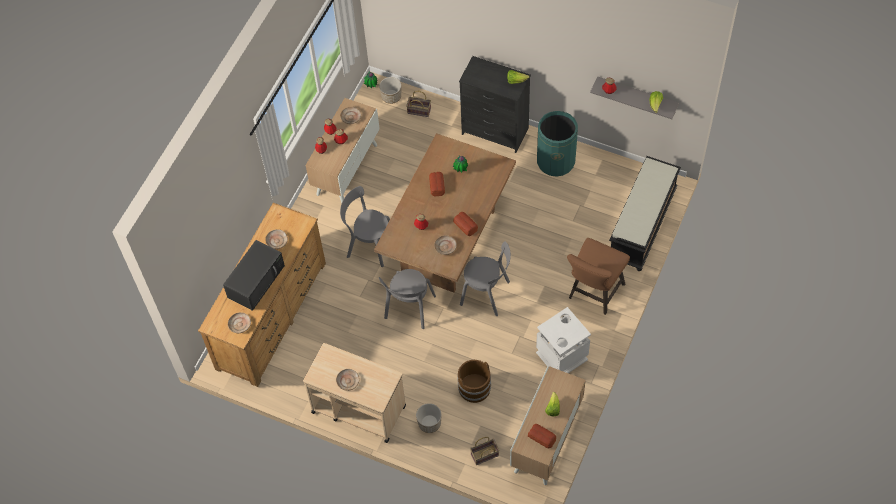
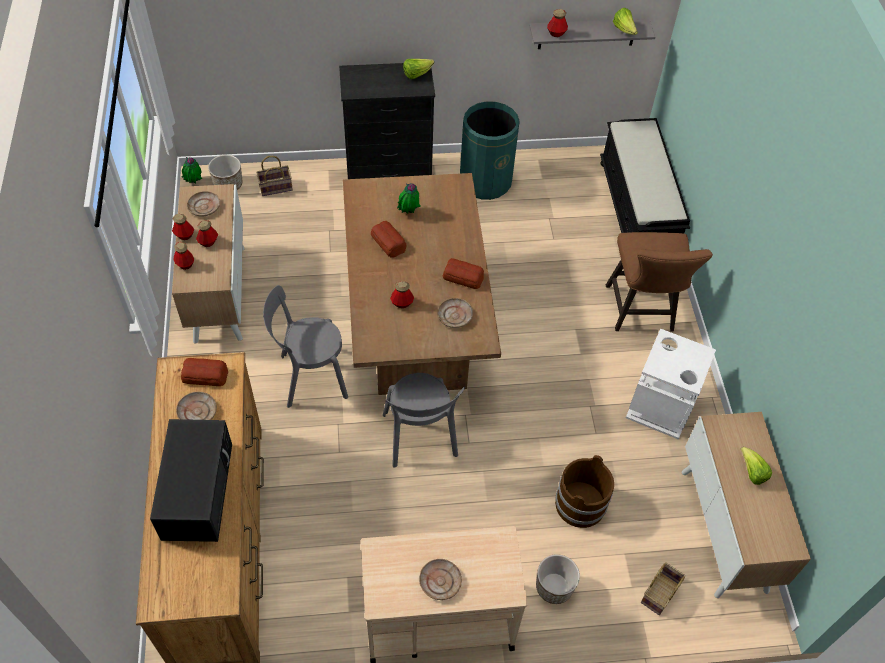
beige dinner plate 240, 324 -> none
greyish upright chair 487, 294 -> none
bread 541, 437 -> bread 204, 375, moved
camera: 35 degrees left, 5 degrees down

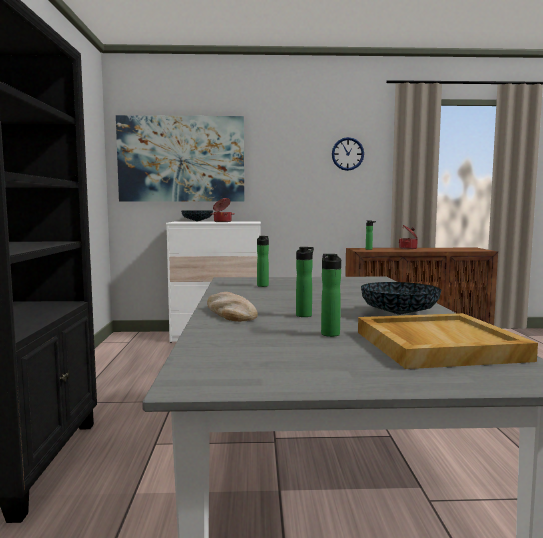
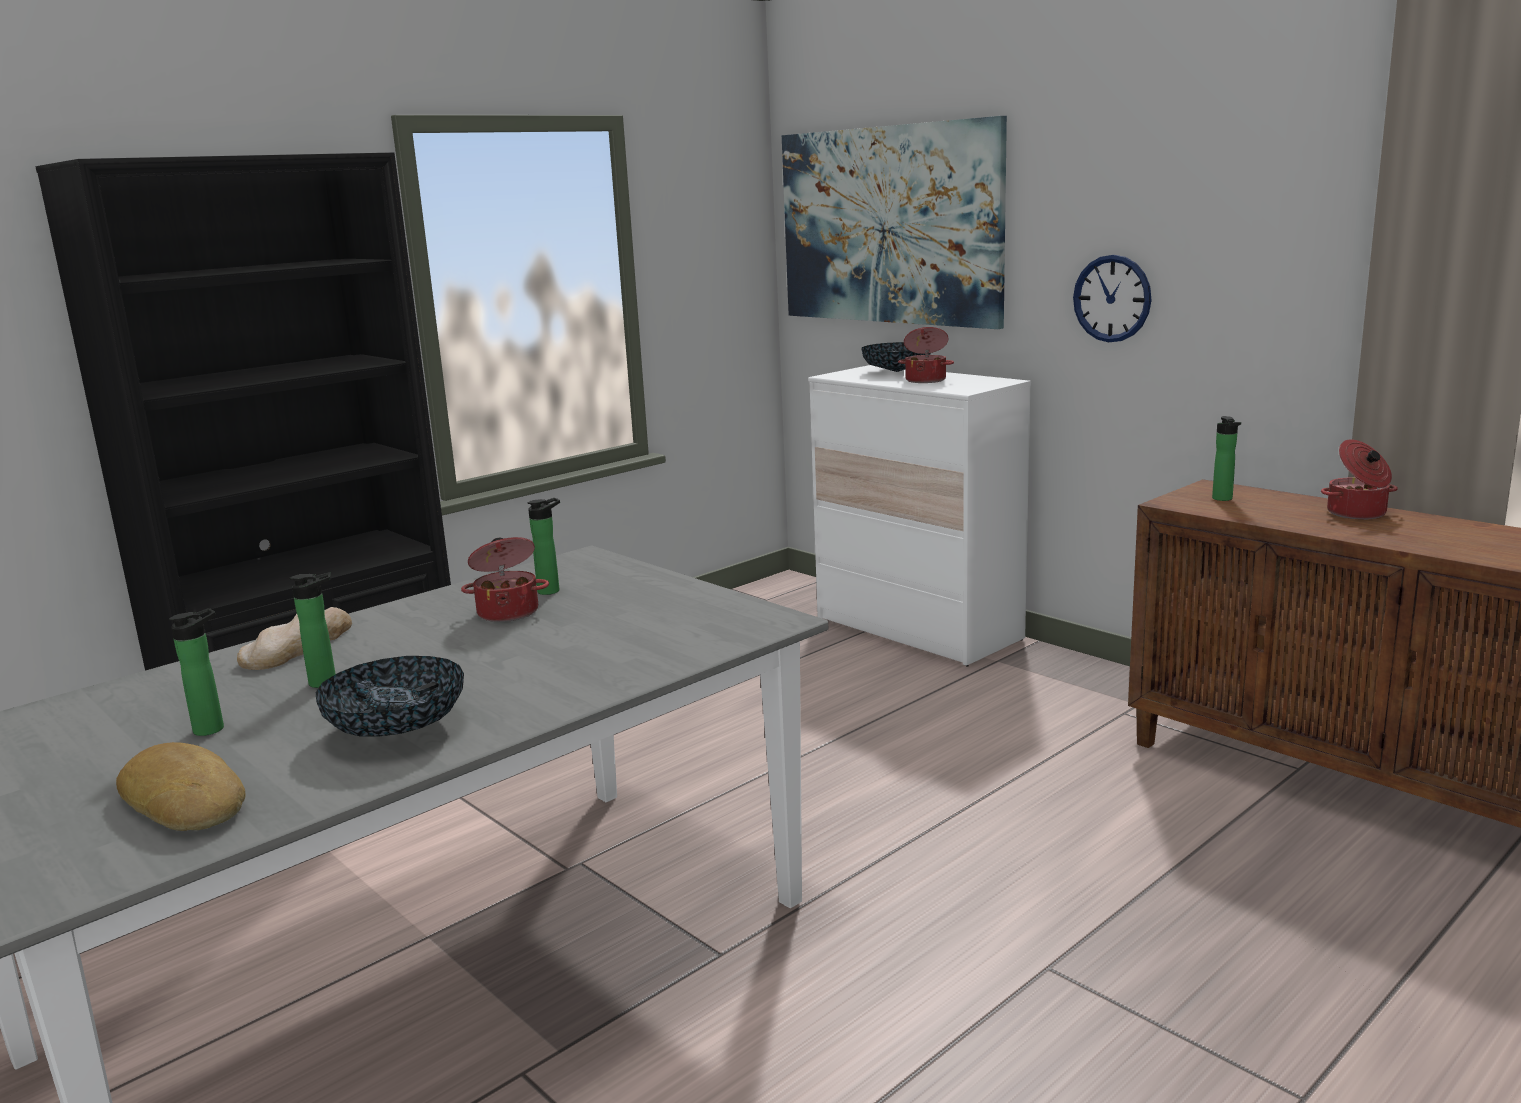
none -> cooking pot 508, 612
clock on the wall 347, 154 -> clock on the wall 1112, 298, moved
beige carrying tray 436, 345 -> bread 188, 800
camera: 50 degrees right, 10 degrees up

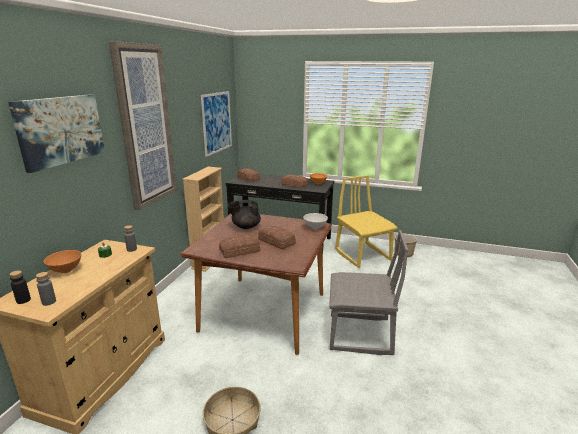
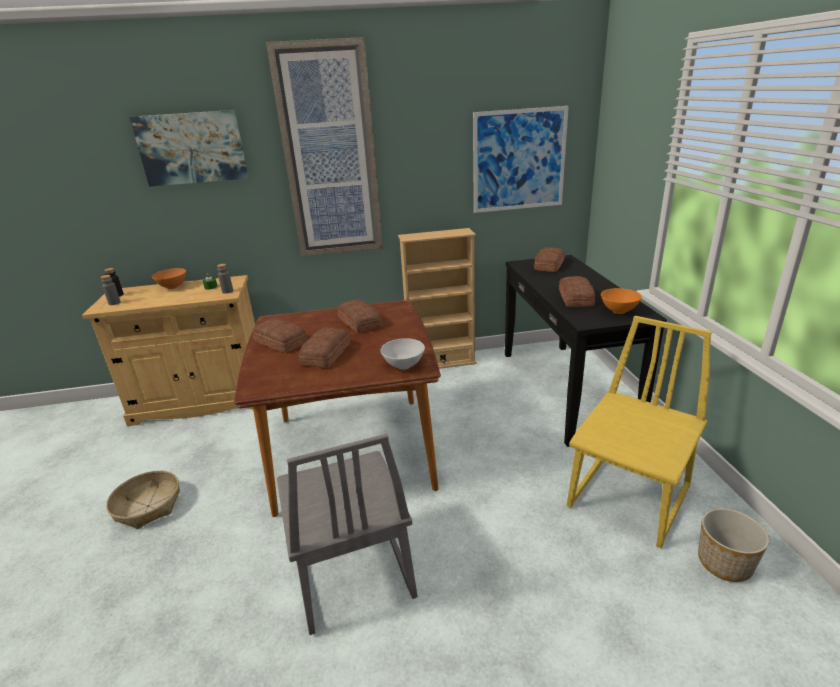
black-coloured pot for tea 245, 227 -> bread 360, 322
camera: 65 degrees right, 5 degrees up

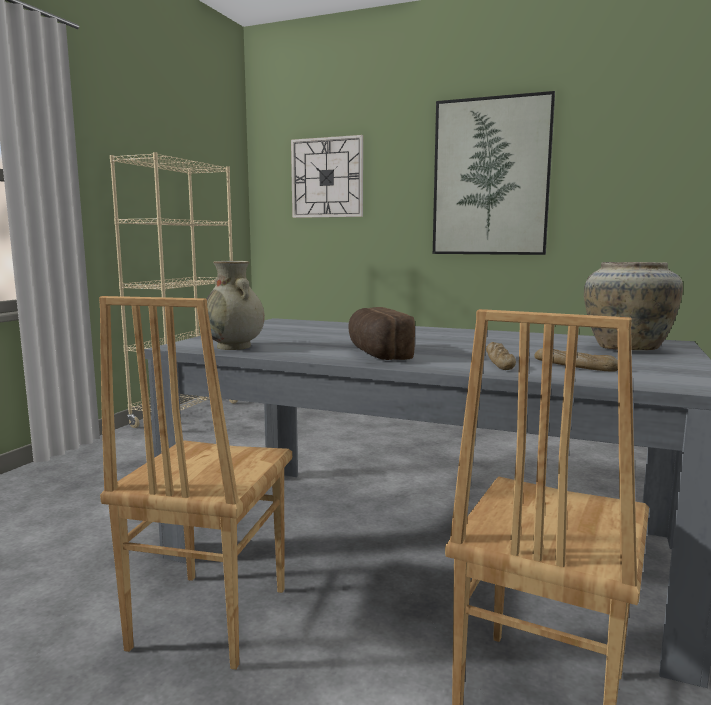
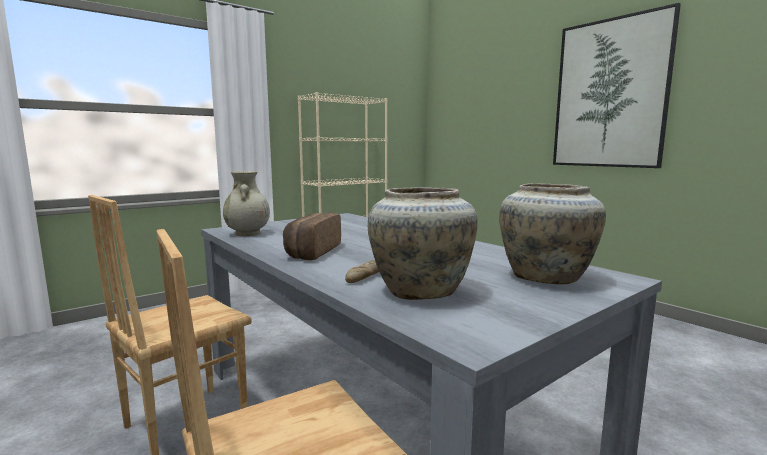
clock on the wall 327, 178 -> none
bread 575, 367 -> beige flower vase 421, 291
camera: 30 degrees right, 0 degrees up

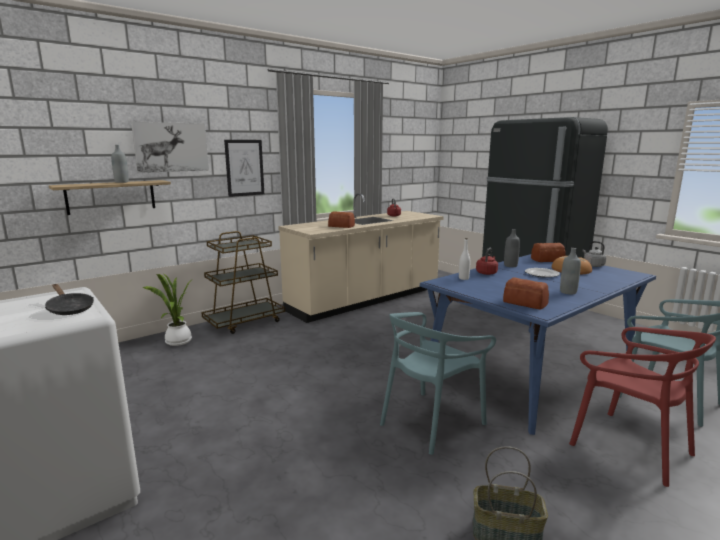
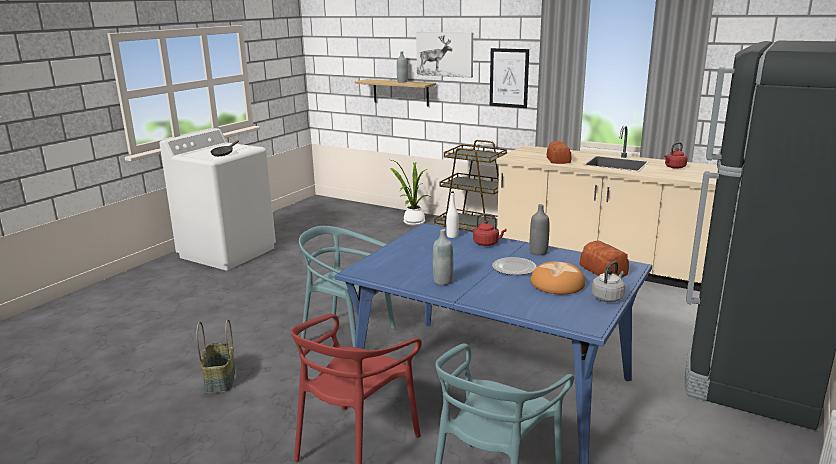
bread 525, 303 -> none
camera: 70 degrees right, 5 degrees up

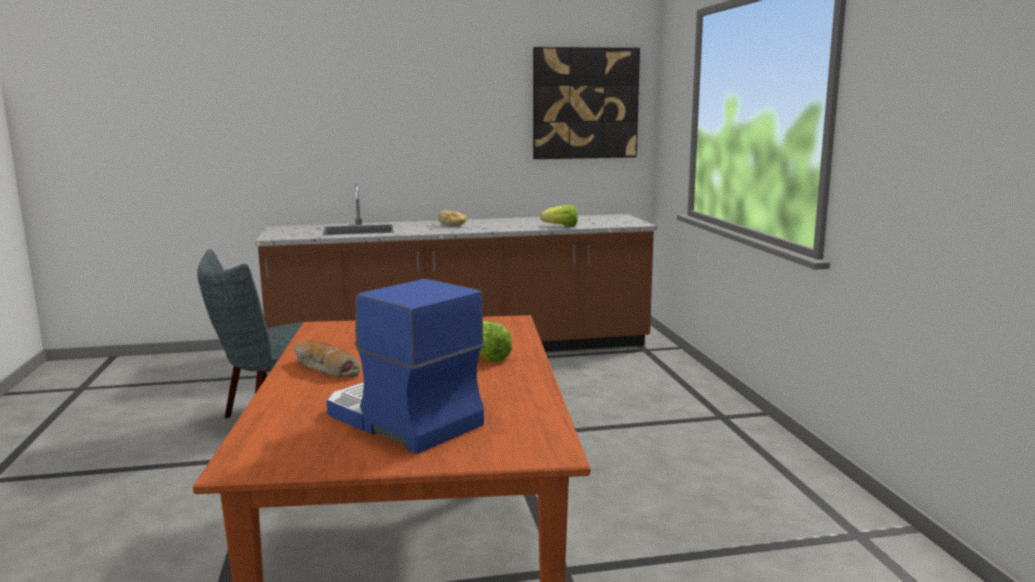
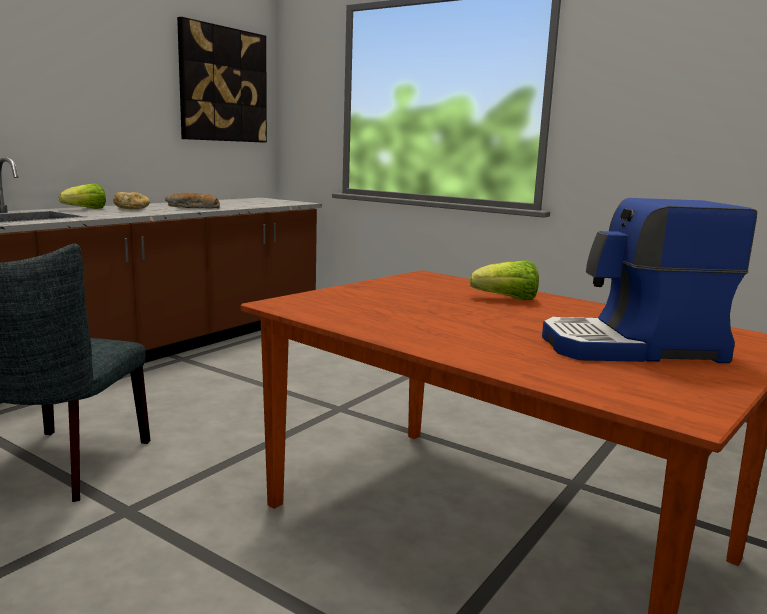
bread 324, 369 -> bread 192, 208, moved
head of lettuce 561, 226 -> head of lettuce 86, 209, moved
camera: 45 degrees left, 0 degrees up

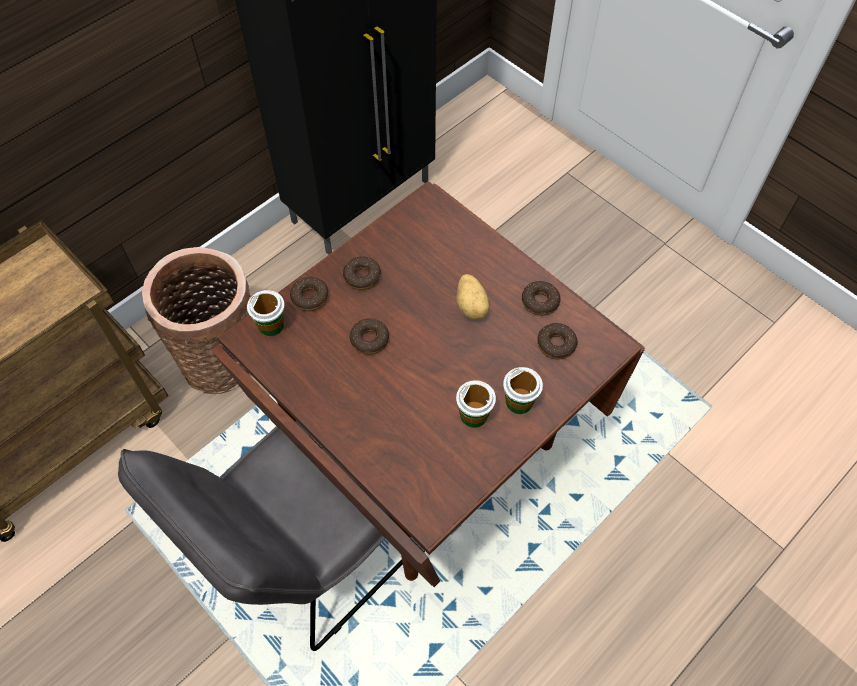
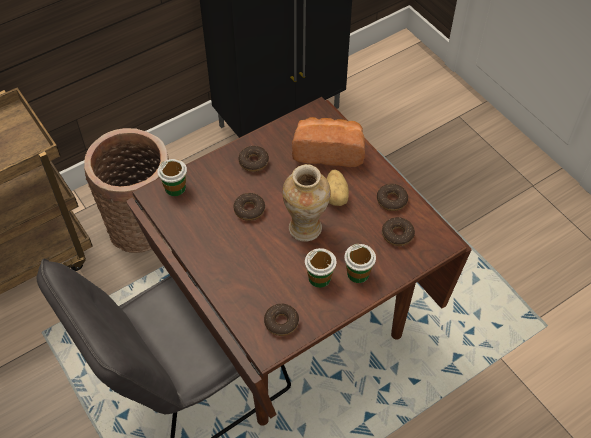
none -> flower vase 305, 229
none -> bread 329, 151
donut 310, 297 -> donut 281, 322, moved
camera: 10 degrees right, 5 degrees down

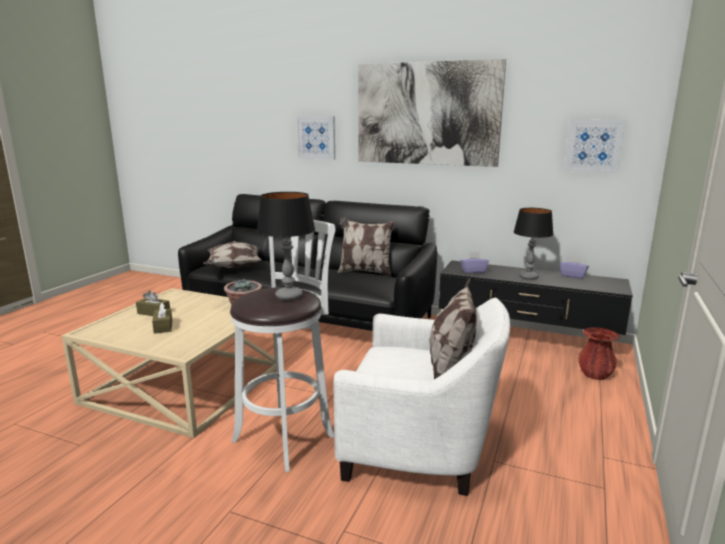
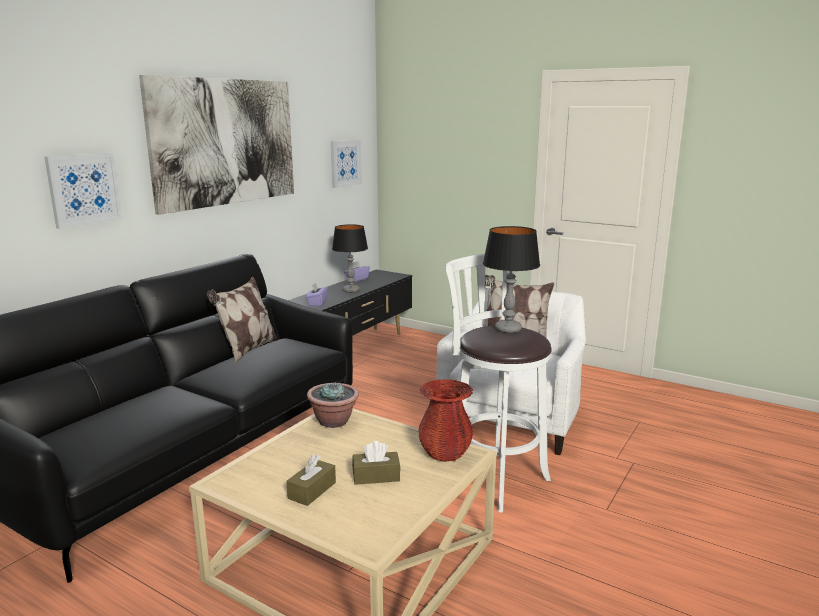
pillow 233, 267 -> none
red-coloured flower vase 595, 374 -> red-coloured flower vase 445, 453, moved
camera: 80 degrees left, 0 degrees up

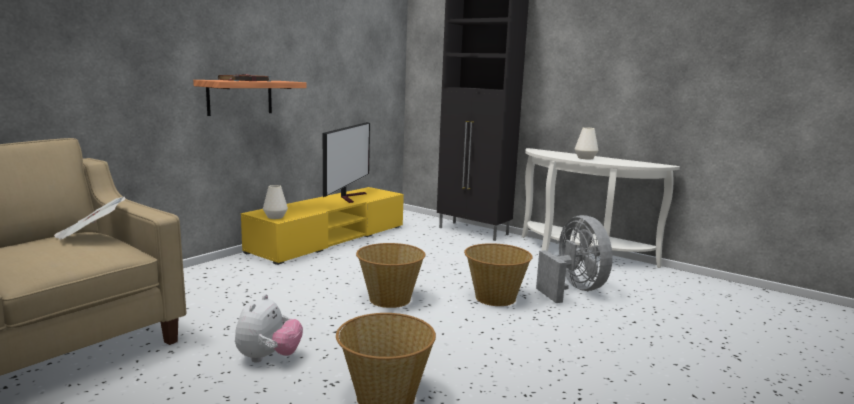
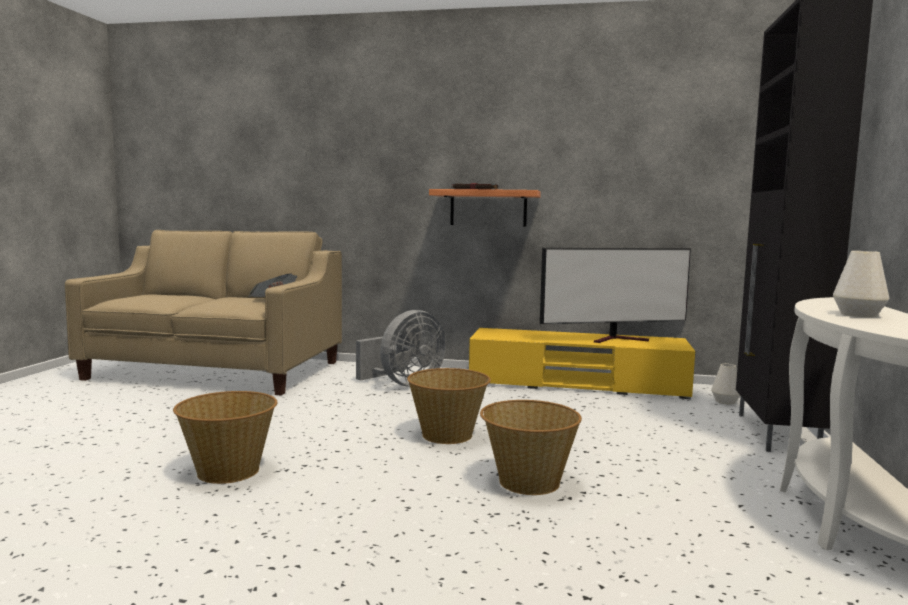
plush toy 268, 358 -> none
white-coloured flower vase 275, 217 -> white-coloured flower vase 725, 402, moved
greyish cooling fan 573, 290 -> greyish cooling fan 404, 384, moved
camera: 65 degrees right, 5 degrees down

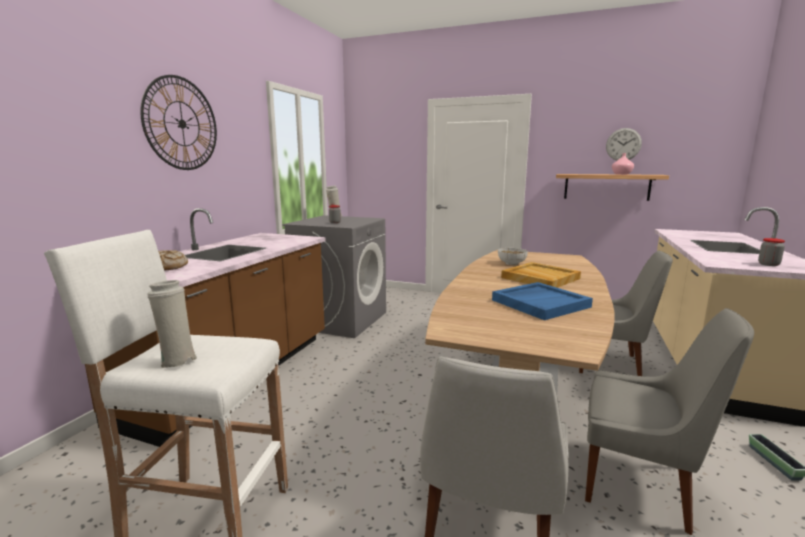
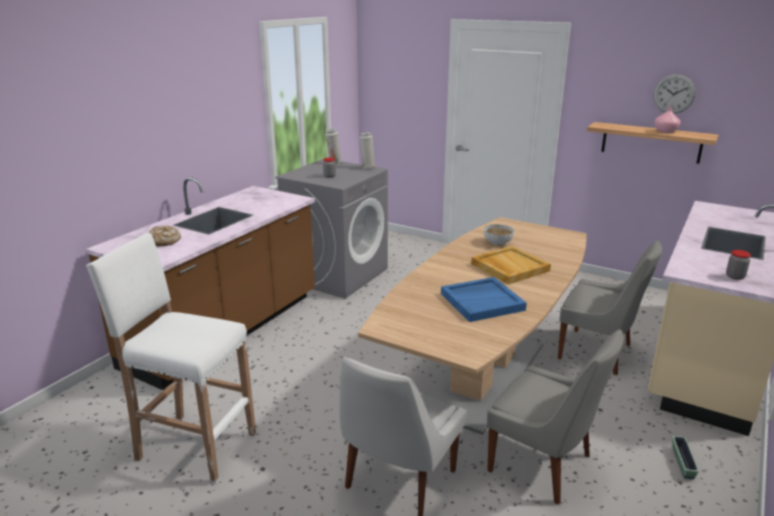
clock on the wall 181, 124 -> none
white-coloured flower vase 177, 360 -> white-coloured flower vase 367, 167, moved
camera: 10 degrees right, 10 degrees up

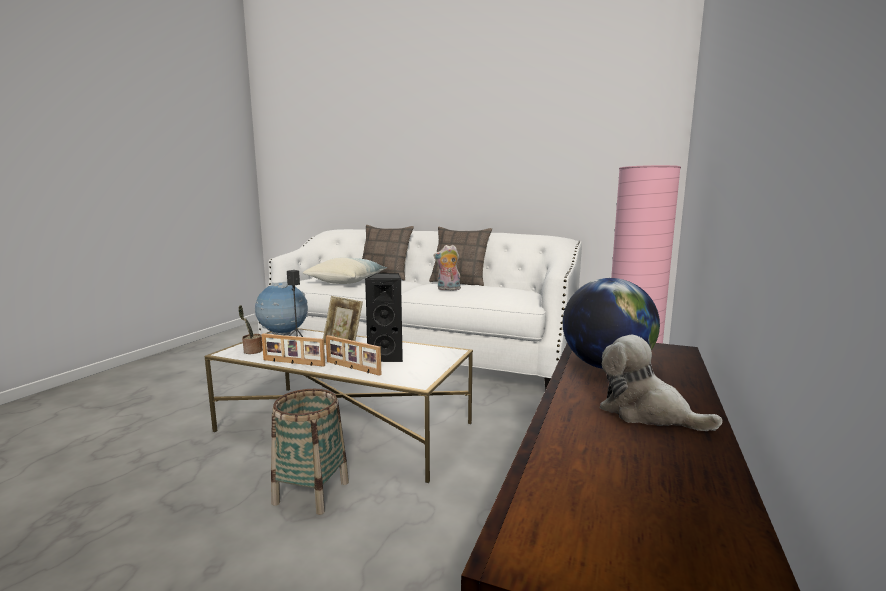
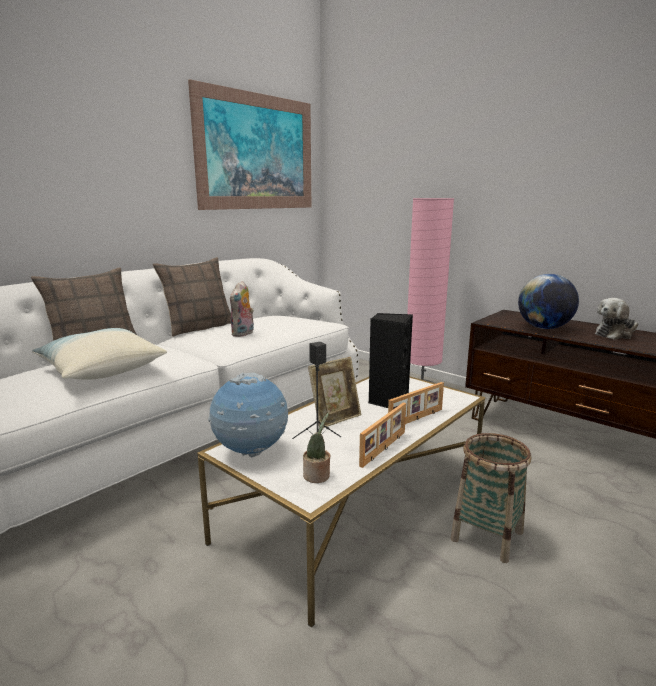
none -> wall picture 257, 152
camera: 70 degrees left, 5 degrees up

